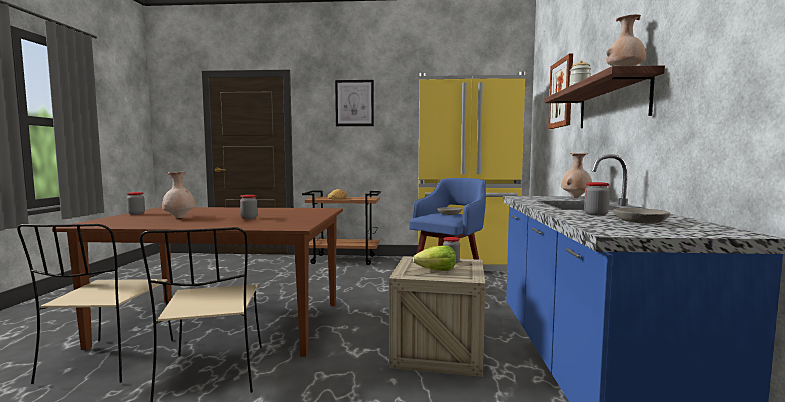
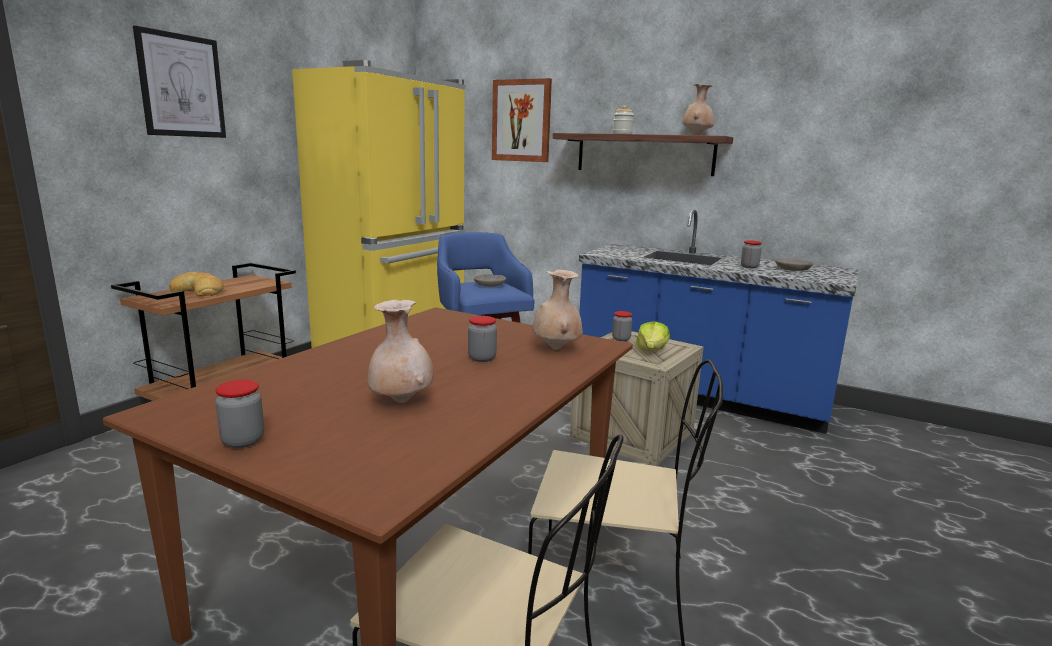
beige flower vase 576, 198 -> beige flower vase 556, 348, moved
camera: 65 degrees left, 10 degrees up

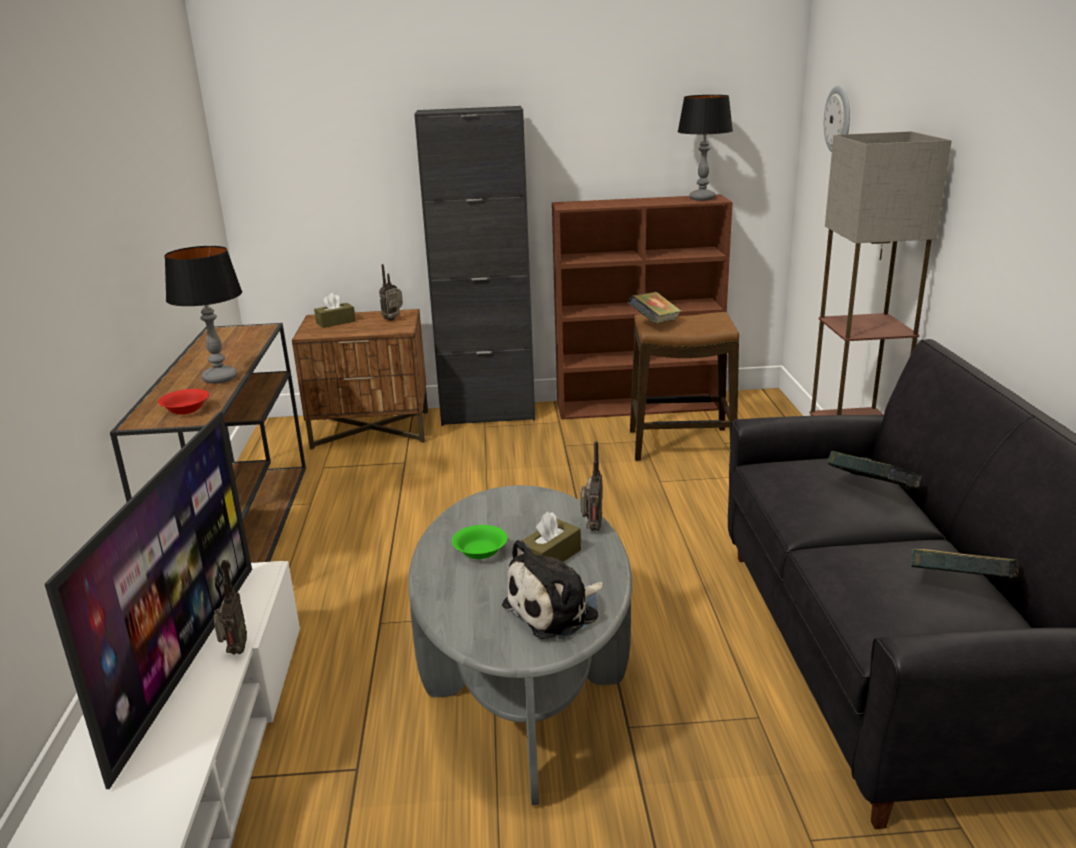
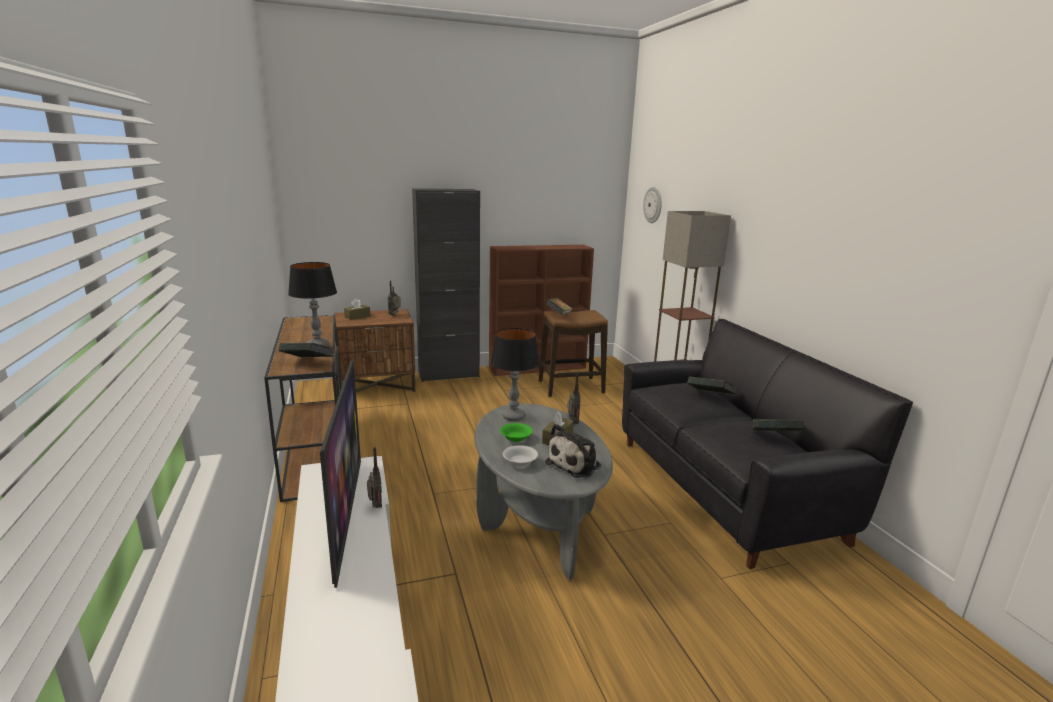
none -> white-coloured serving bowl 520, 462
lamp for a table 702, 198 -> lamp for a table 513, 417, moved
red-coloured serving bowl 186, 410 -> book 308, 363
camera: 15 degrees left, 5 degrees down

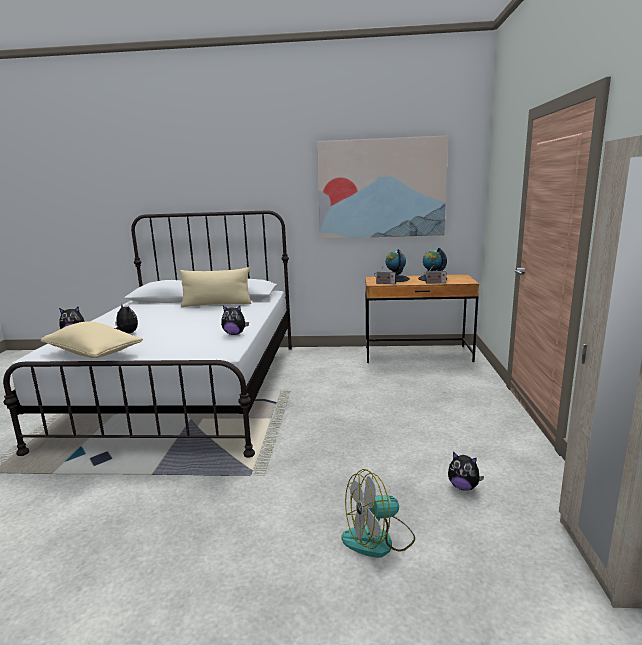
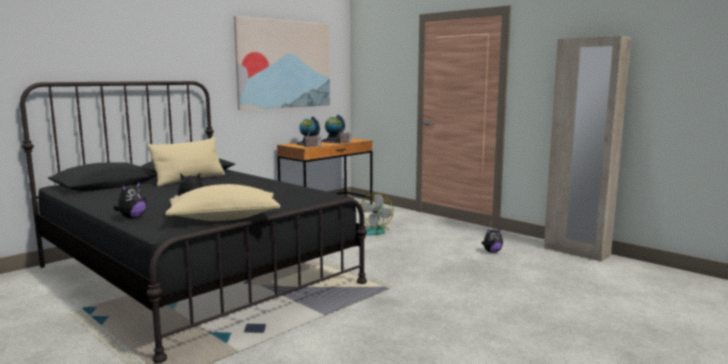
plush toy 235, 334 -> none
cooling fan 378, 539 -> cooling fan 375, 231, moved
white-coloured sleeping bed 187, 389 -> black-coloured sleeping bed 195, 274
camera: 50 degrees left, 5 degrees down

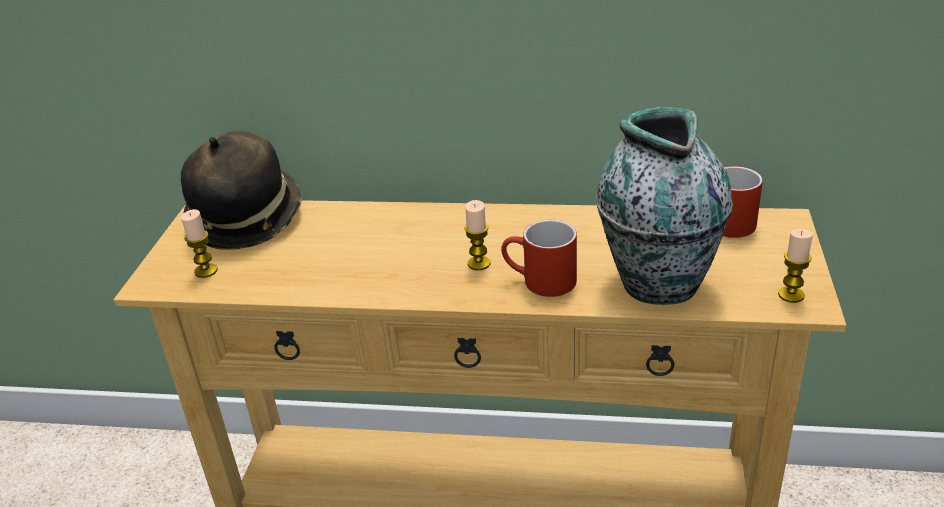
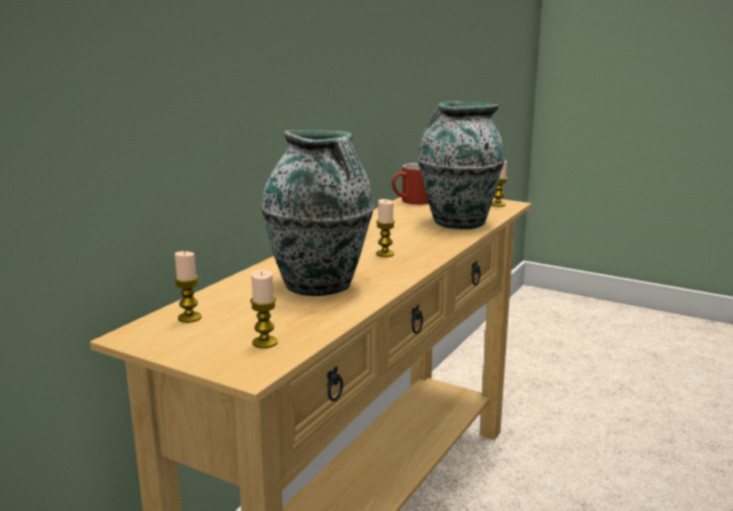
red-coloured coffee mug 539, 282 -> none
none -> flower vase 320, 285
hat 246, 219 -> candle 189, 318
camera: 70 degrees left, 15 degrees down

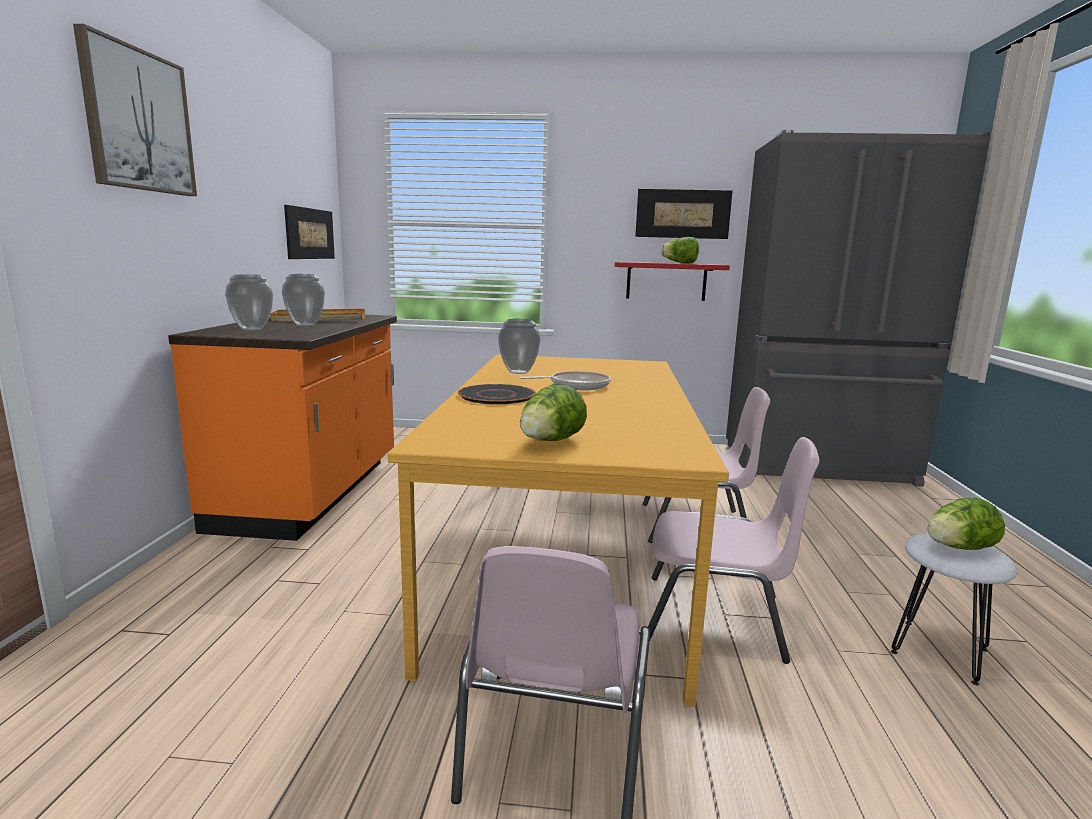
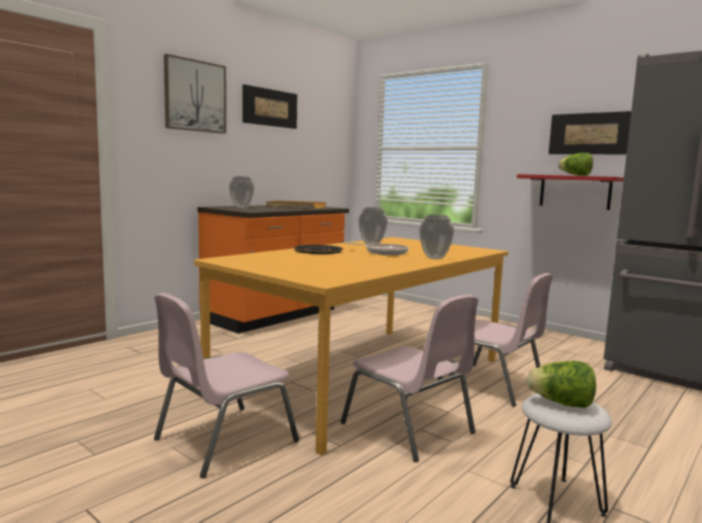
head of lettuce 550, 441 -> none
flower vase 306, 325 -> flower vase 435, 258, moved
wall picture 310, 233 -> wall picture 270, 107, moved
camera: 35 degrees right, 5 degrees down

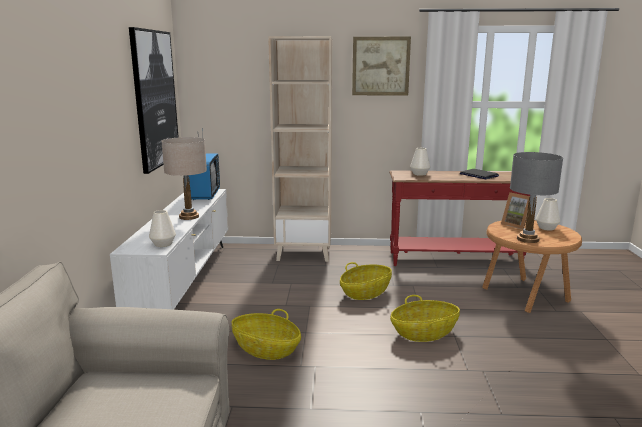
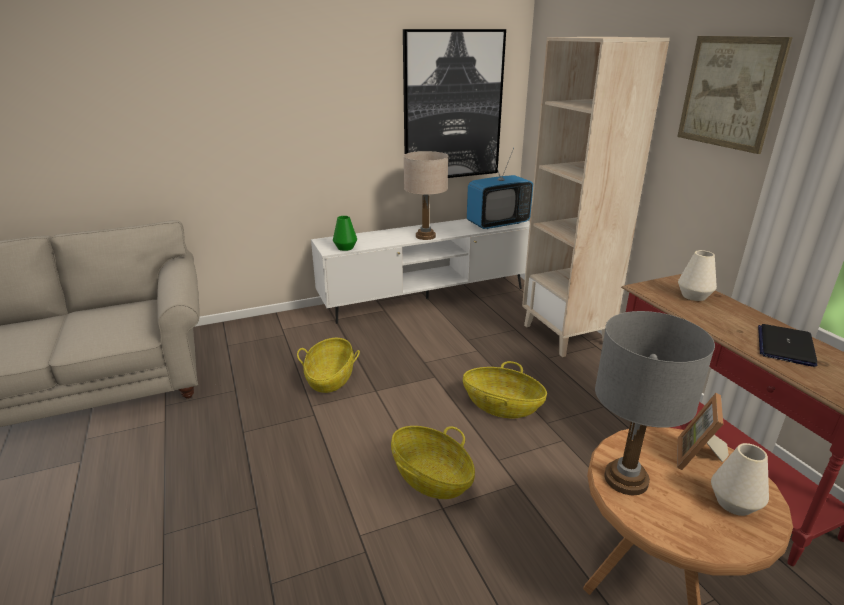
white-coloured flower vase 163, 244 -> green-coloured flower vase 345, 248
camera: 65 degrees right, 10 degrees up

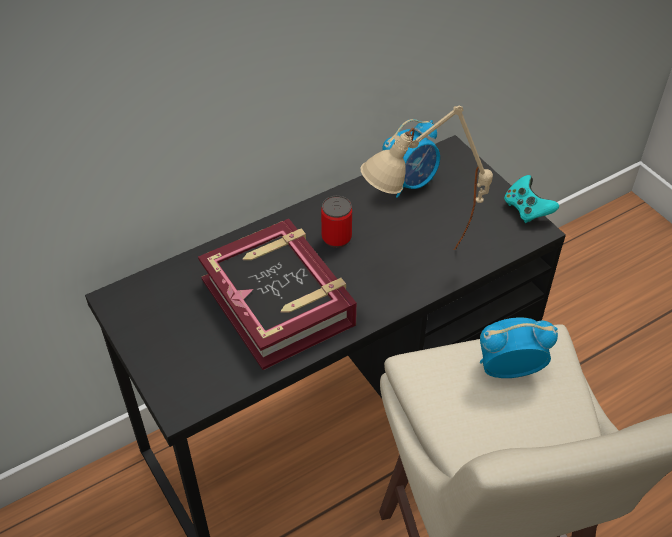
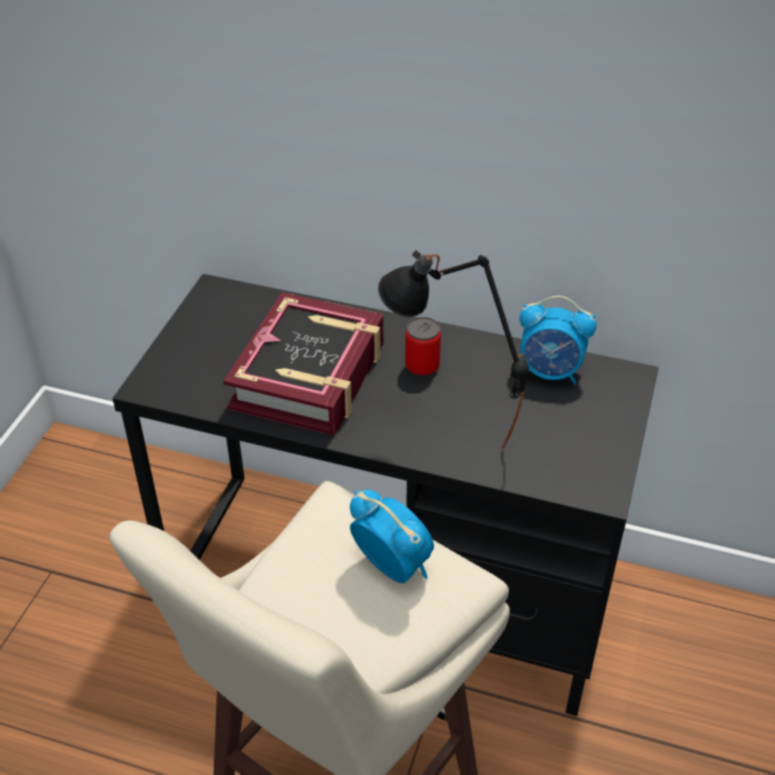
turquoise gamepad 526, 209 -> none
beige lamp for a table 419, 270 -> black-coloured lamp for a table 447, 440
camera: 50 degrees right, 5 degrees down

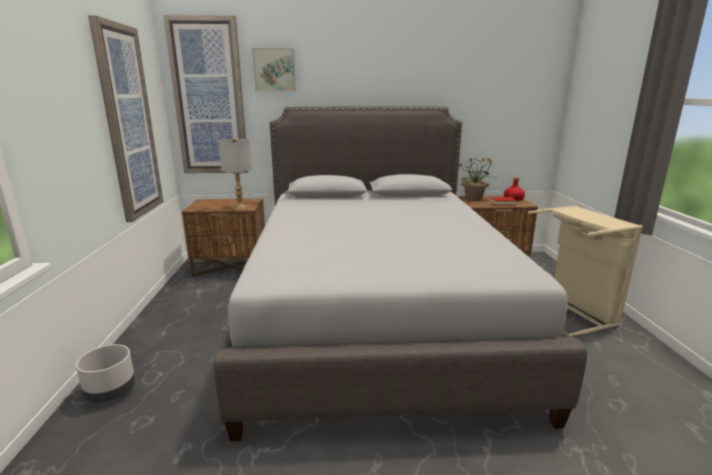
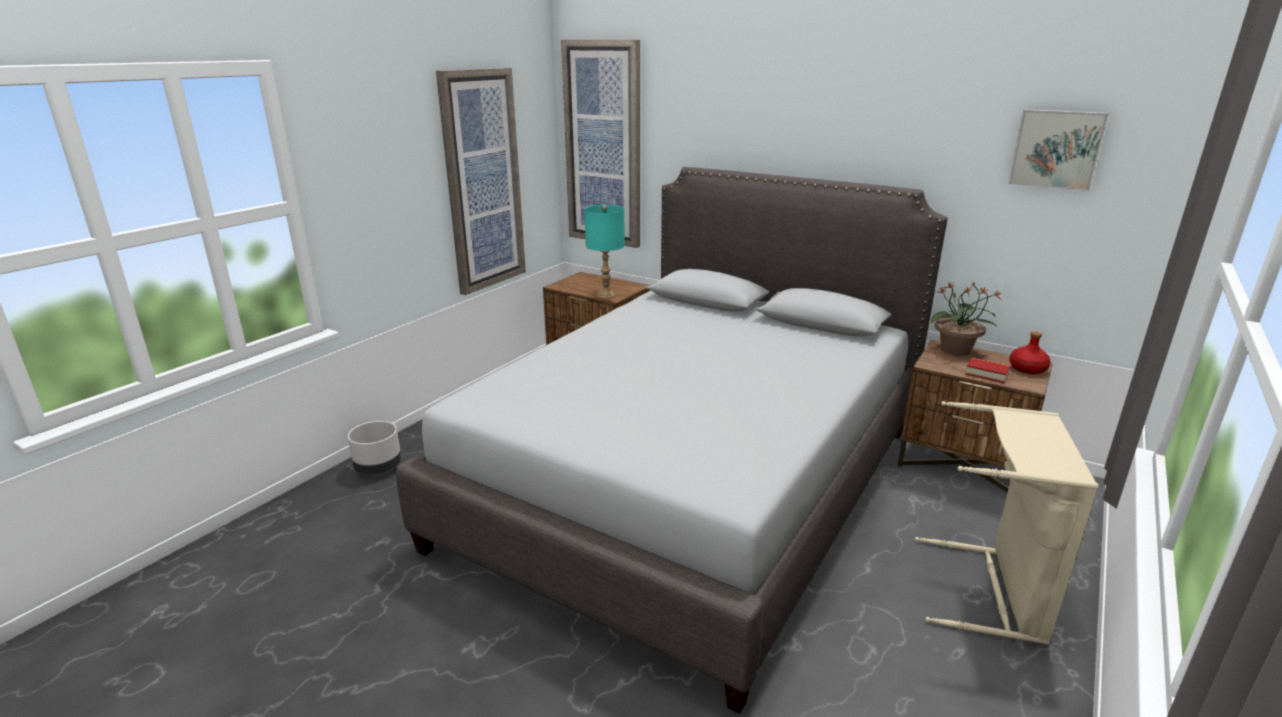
wall picture 274, 70 -> wall picture 1056, 149, moved
greyish lamp for a table 240, 208 -> turquoise lamp for a table 606, 295
camera: 35 degrees right, 5 degrees up

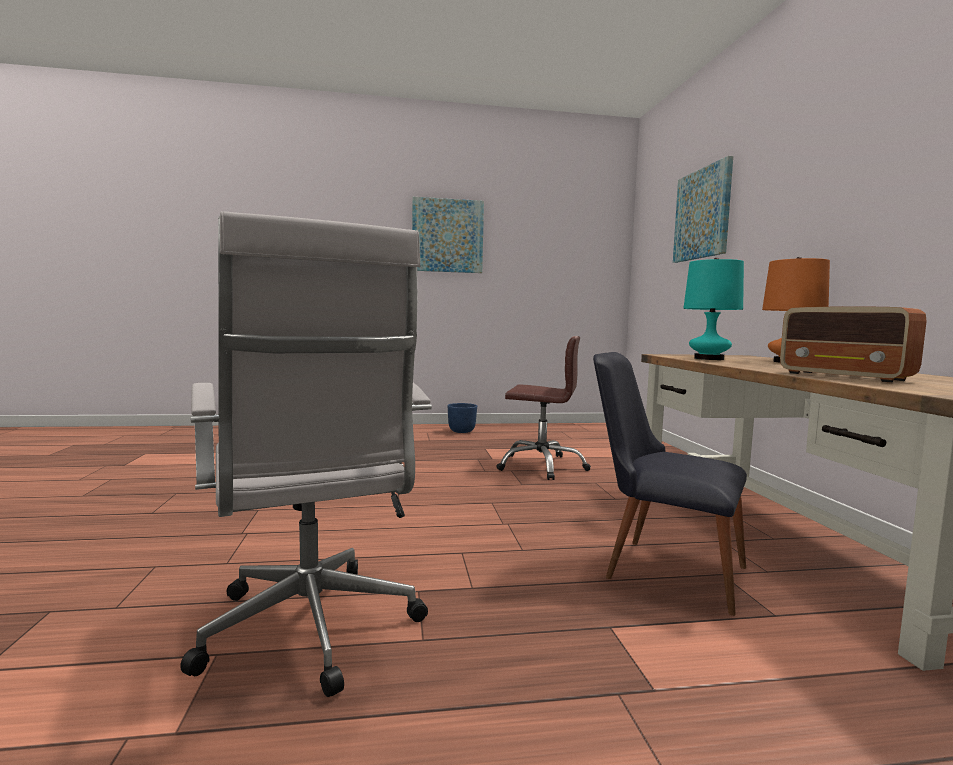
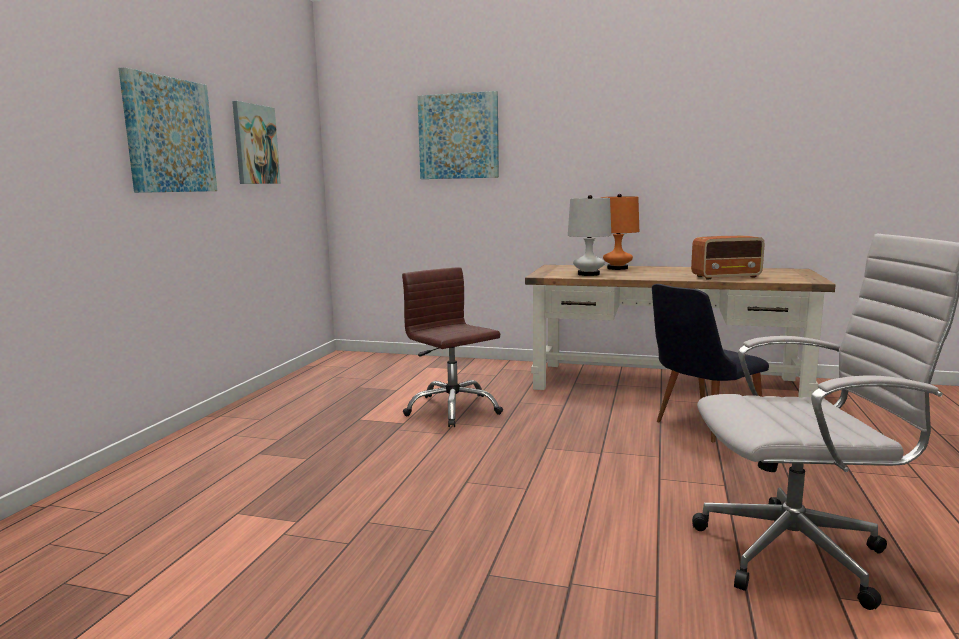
bluish planter 462, 431 -> none
none -> wall picture 255, 144
turquoise lamp for a table 708, 359 -> white-coloured lamp for a table 588, 274
brown-coloured office chair 541, 466 -> brown-coloured office chair 452, 409, 75 degrees counterclockwise
camera: 65 degrees left, 5 degrees up

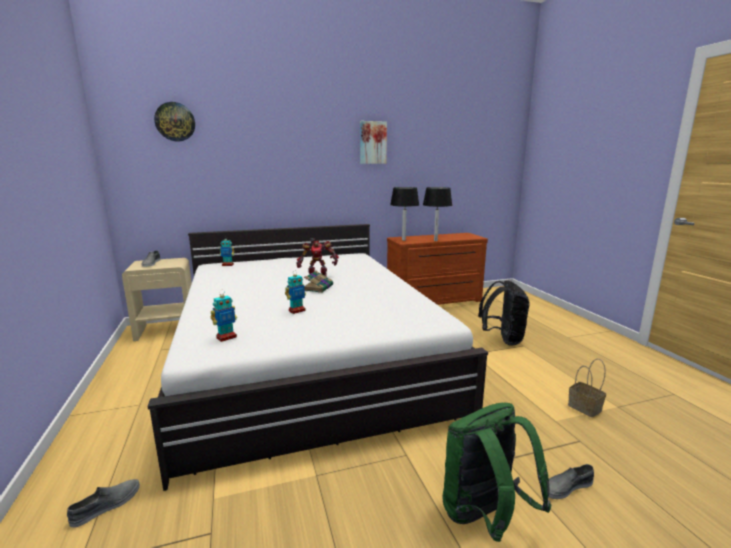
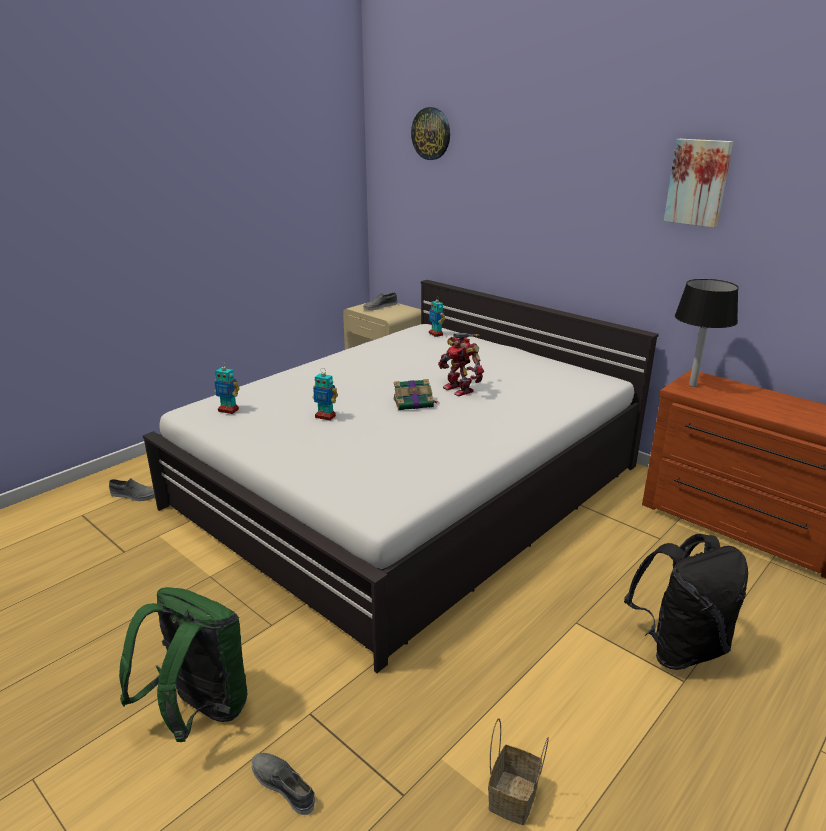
black-coloured lamp for a table 435, 240 -> none
camera: 60 degrees right, 10 degrees up

